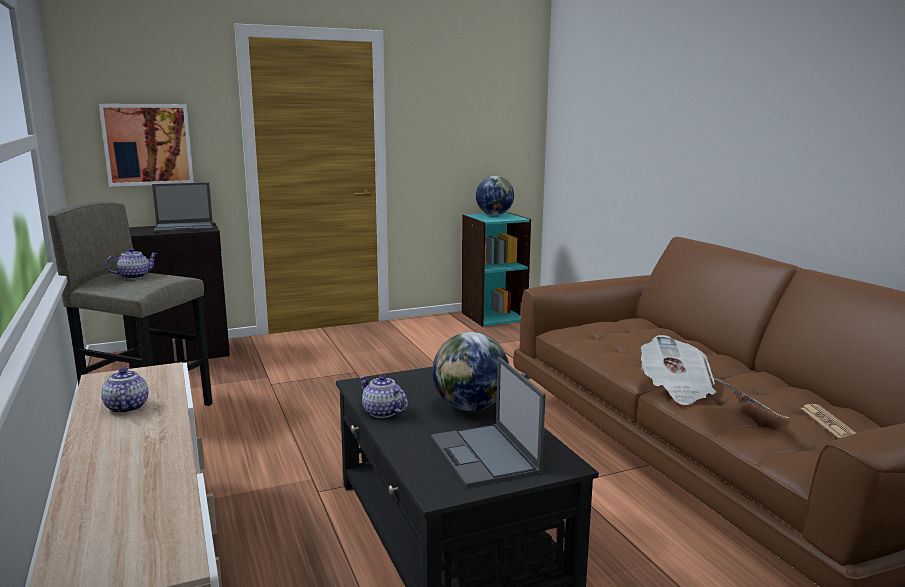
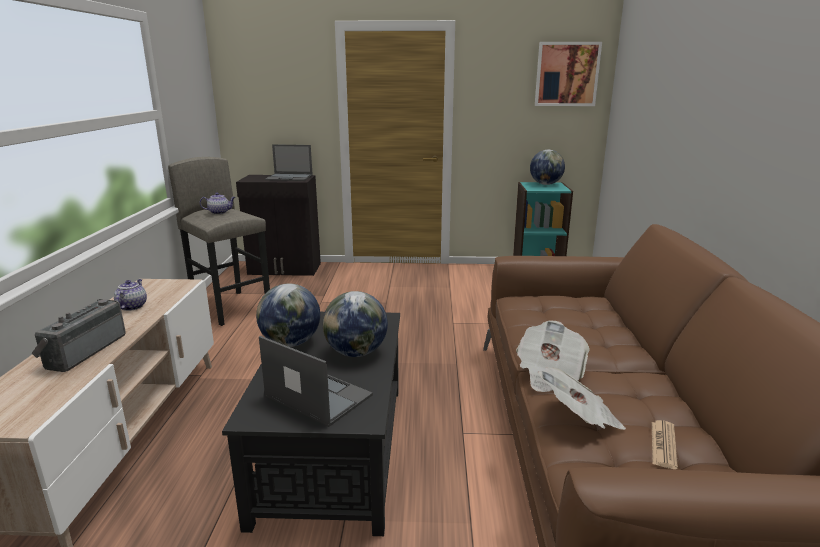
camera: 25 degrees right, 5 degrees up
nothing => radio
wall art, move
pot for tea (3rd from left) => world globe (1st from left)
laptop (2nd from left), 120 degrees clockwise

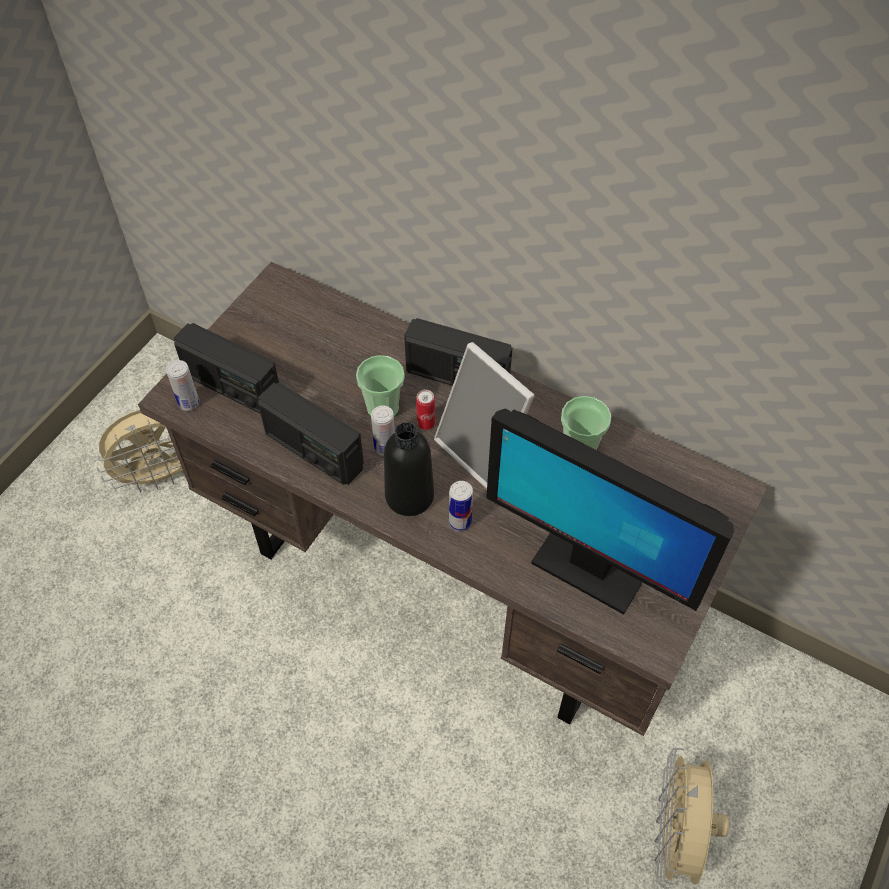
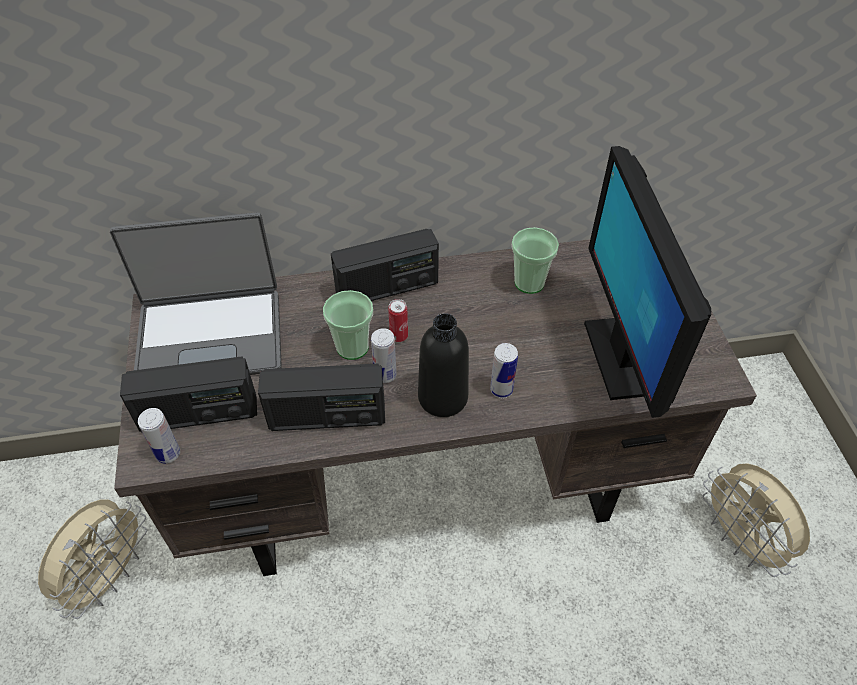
camera: 40 degrees left, 5 degrees down
photo frame => nothing
nothing => laptop
computer display, 90 degrees clockwise

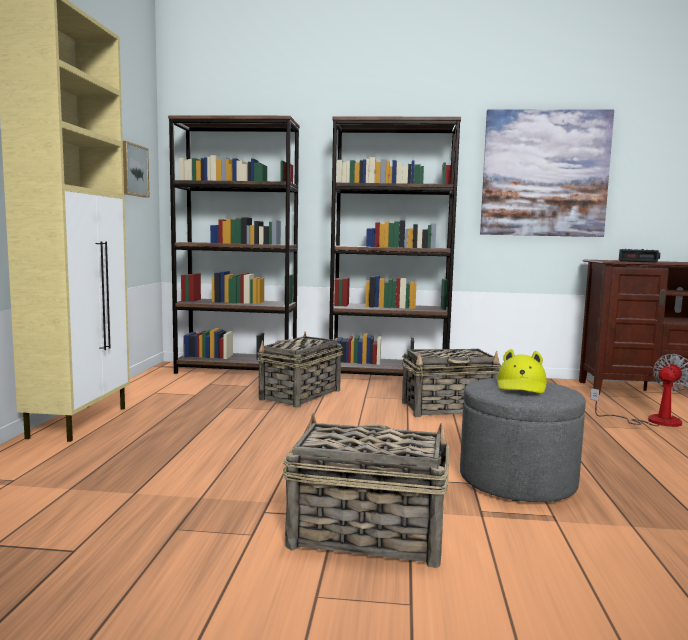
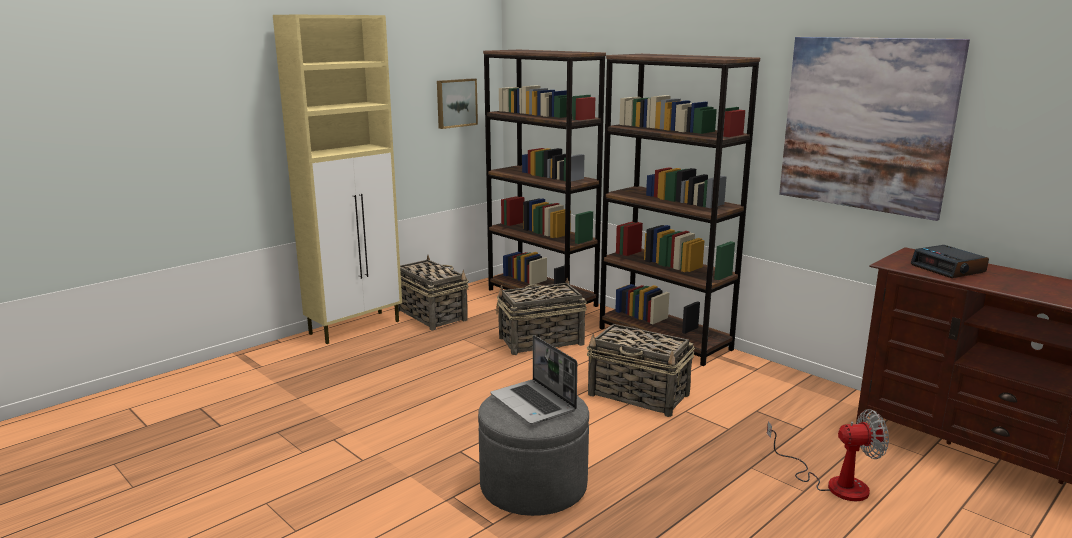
camera: 40 degrees right, 10 degrees up
storage basket (2nd from left in the first image) => storage basket (1st from left), move
clothing hat (yellow) => laptop

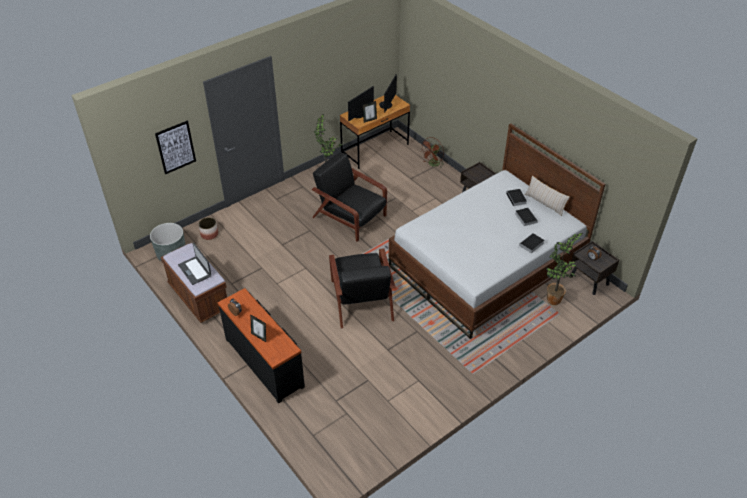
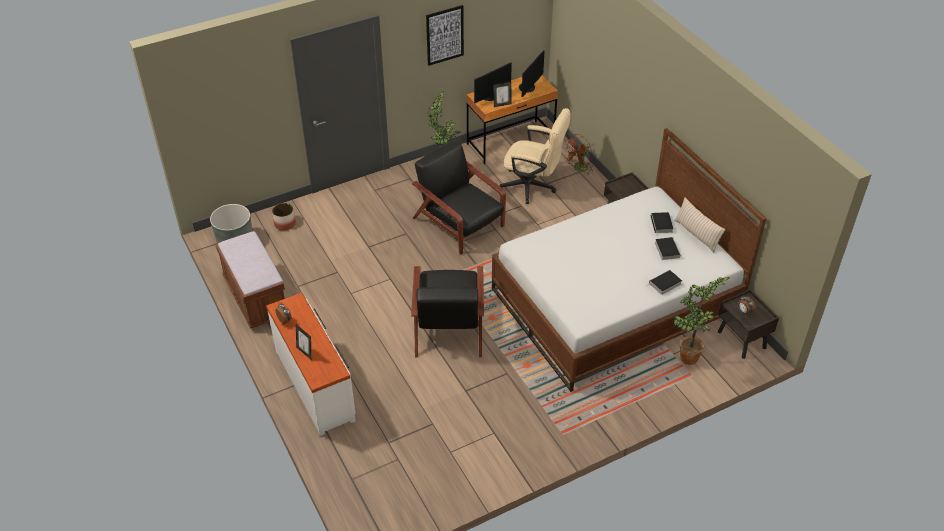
camera: 10 degrees right, 0 degrees up
laptop => nothing
nothing => desk chair (beige-coloured)
wall art, move
chest of drawers (blackish) => chest of drawers (white-coloured)

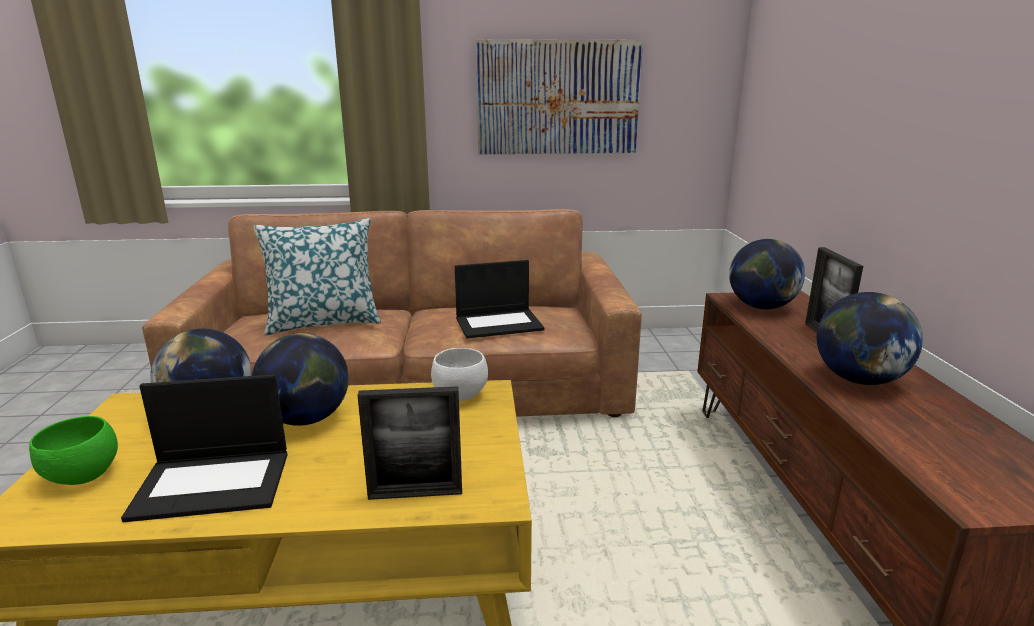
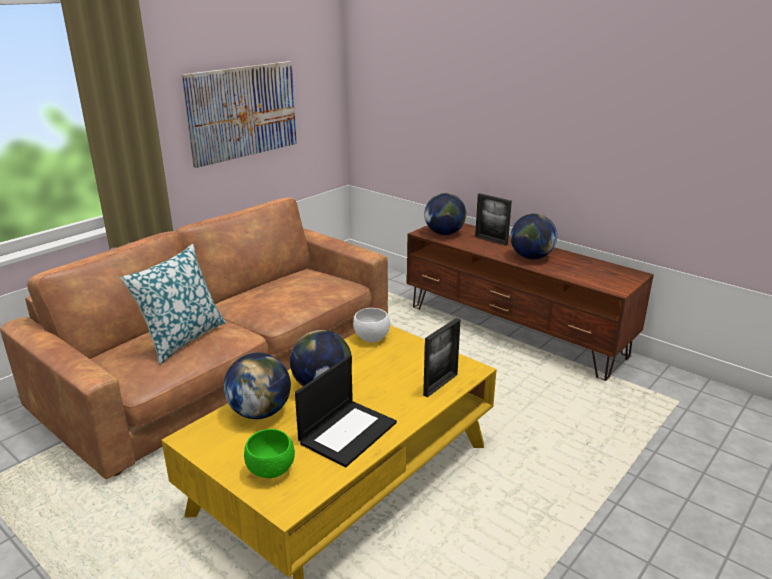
camera: 45 degrees left, 5 degrees up
laptop (2nd from left) => nothing

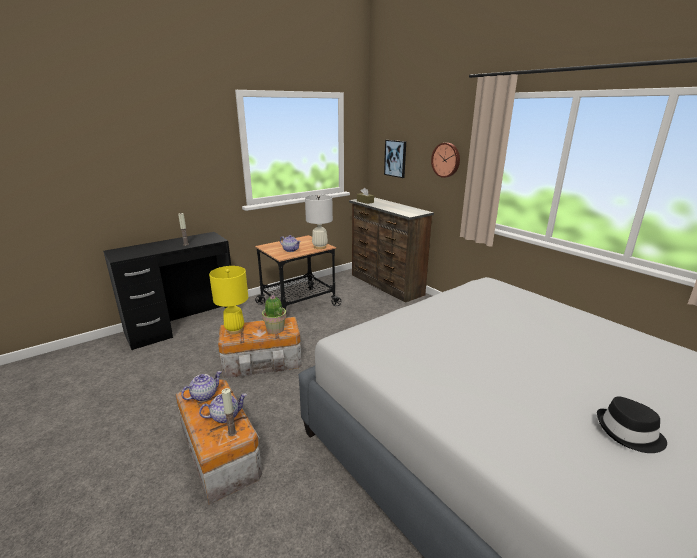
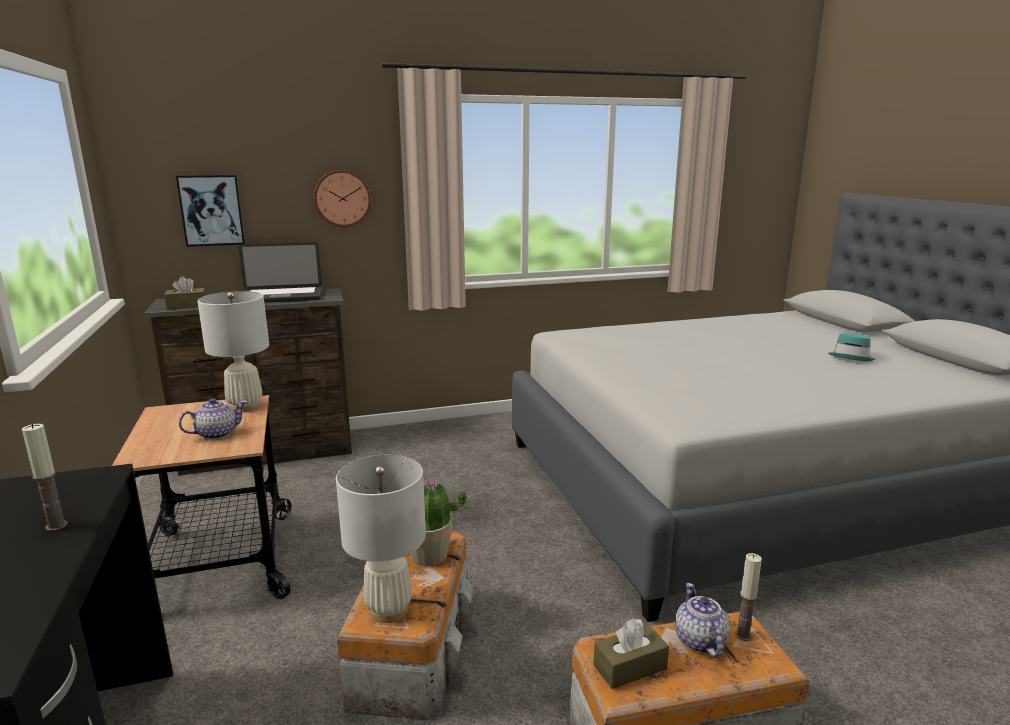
camera: 70 degrees left, 5 degrees down
nothing => laptop
pot for tea (1st from left) => box of tissues (brownish) (2nd from left)
table lamp (yellow) => table lamp (white-coloured) (2nd from left)
clothing hat (blackish) => clothing hat (turquoise)

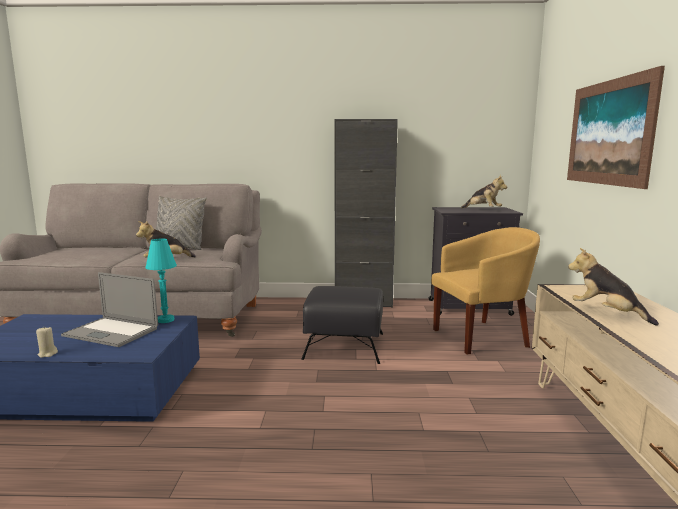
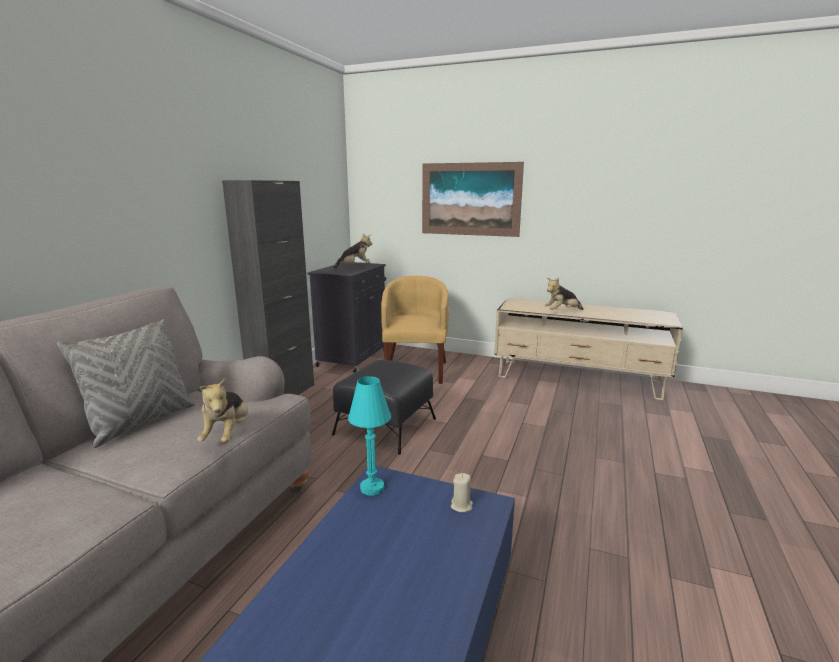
camera: 70 degrees left, 5 degrees up
laptop => nothing
candle (beige-coloured), move

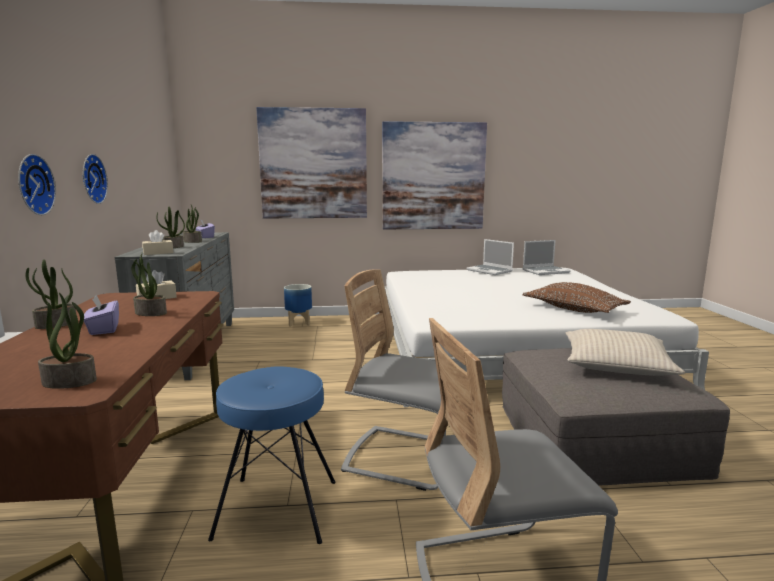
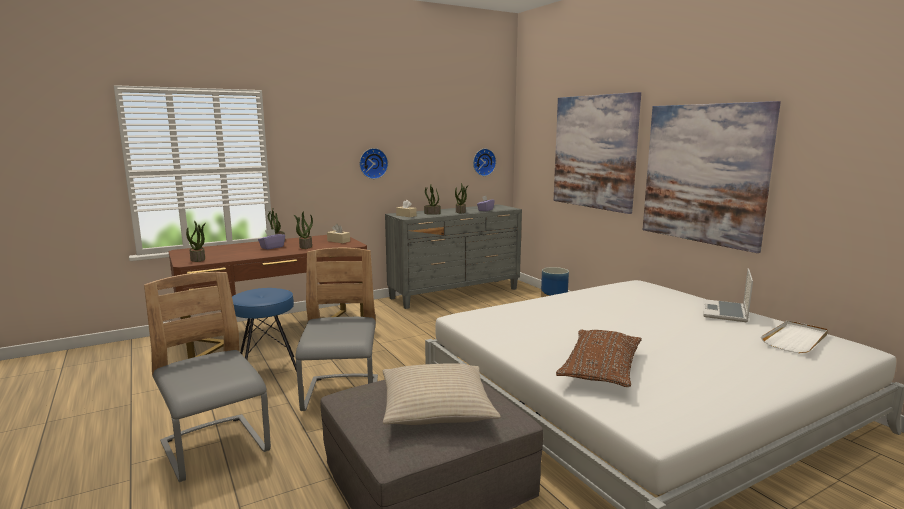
camera: 65 degrees right, 0 degrees up
clock on the wall (1st from left in the first image) => clock on the wall (2nd from left), move
laptop (2nd from left) => tray (white-coloured)

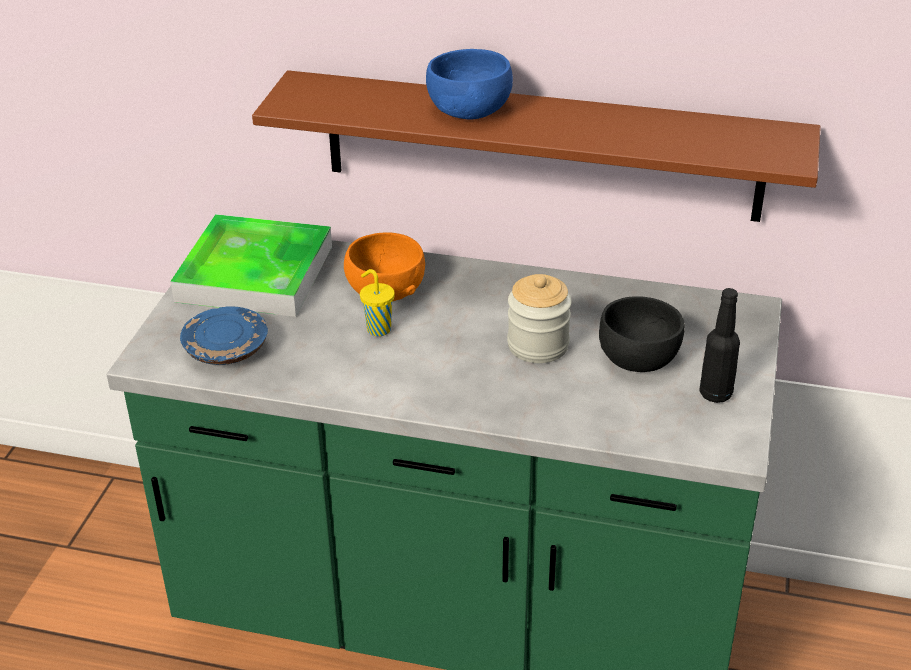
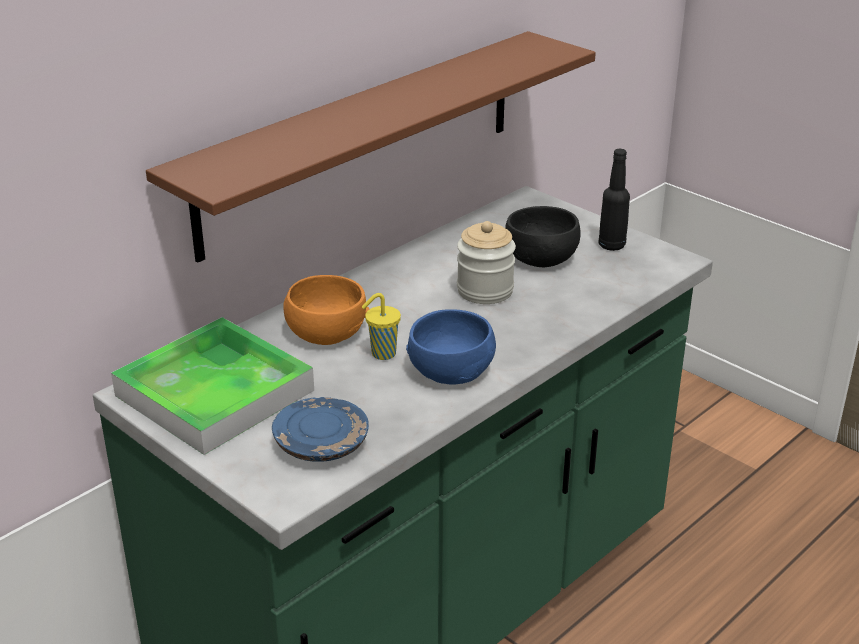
camera: 60 degrees left, 5 degrees down
deep dish (blue), move

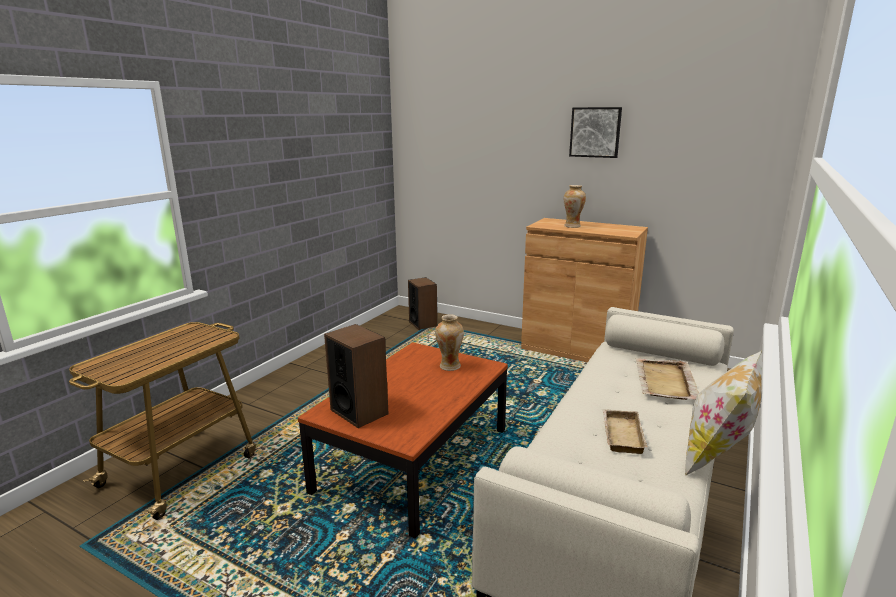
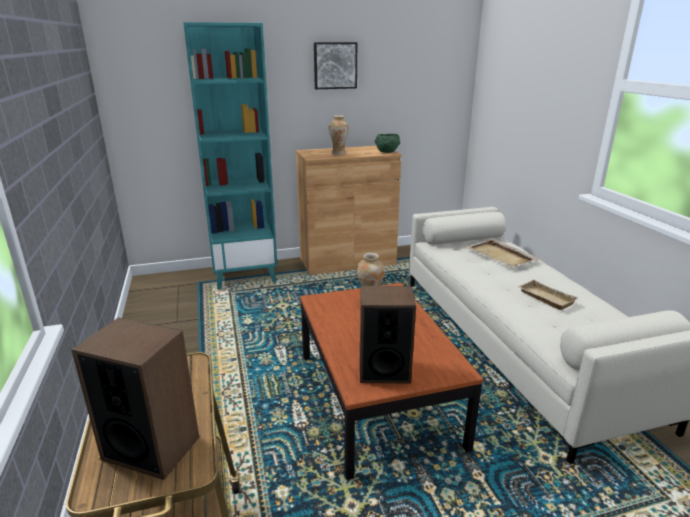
camera: 45 degrees left, 5 degrees up
pillow => nothing
nothing => bookcase (turquoise)
nothing => deep dish (green-coloured)
audio speaker (2nd from left in the first image) => audio speaker (1st from left), move

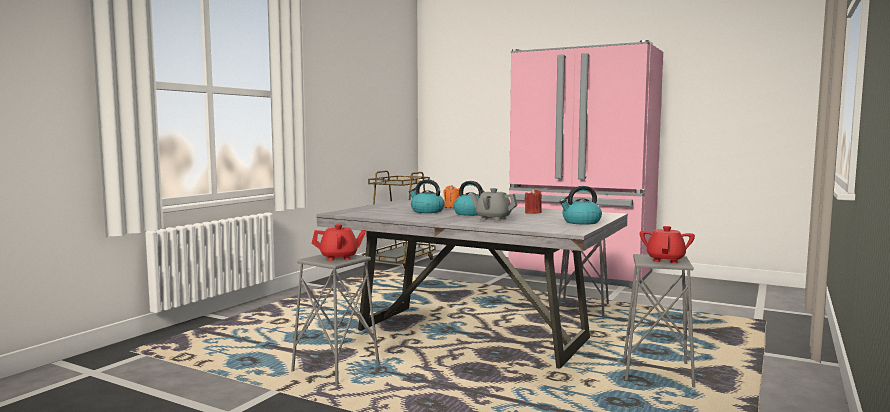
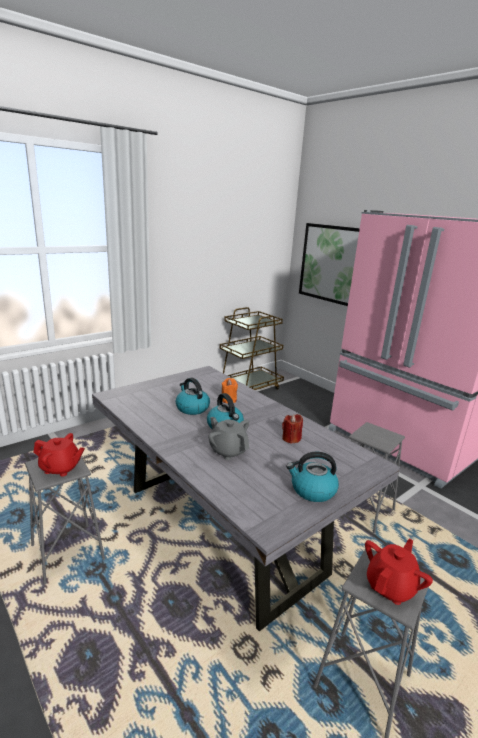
camera: 20 degrees right, 15 degrees up
nothing => wall art

